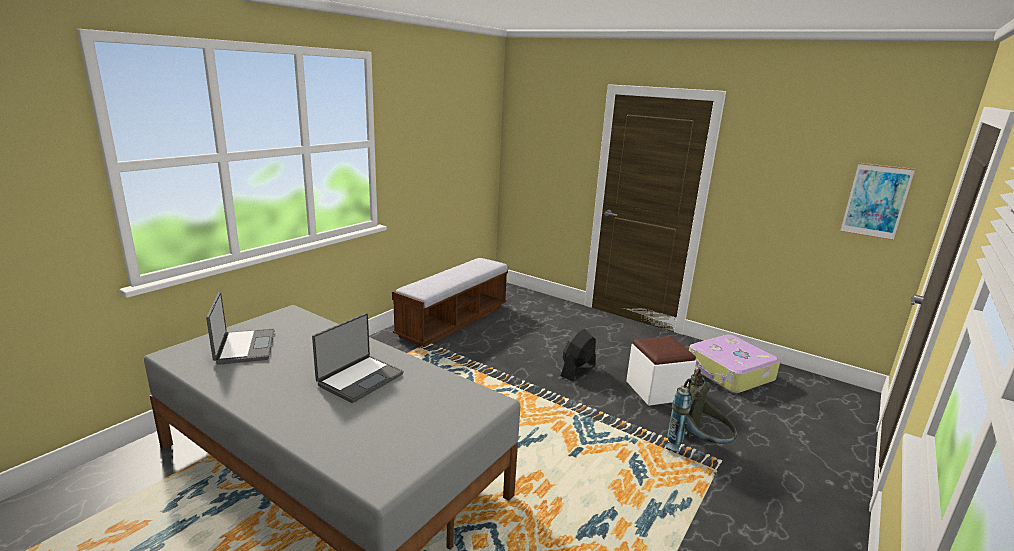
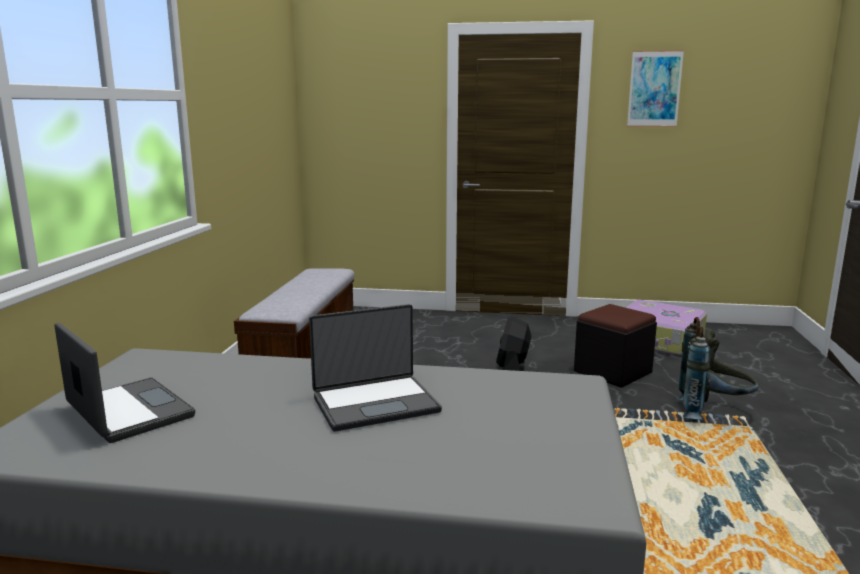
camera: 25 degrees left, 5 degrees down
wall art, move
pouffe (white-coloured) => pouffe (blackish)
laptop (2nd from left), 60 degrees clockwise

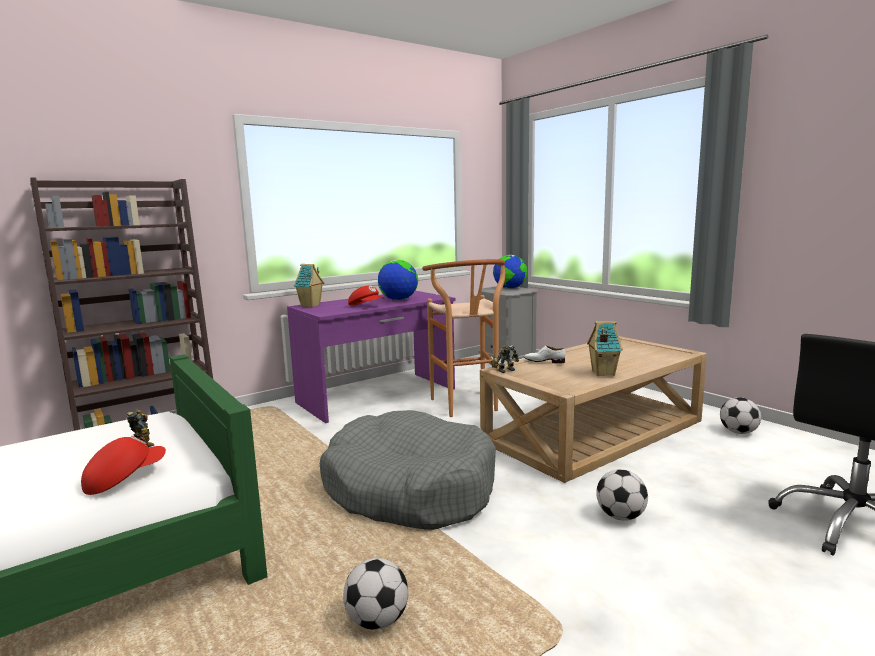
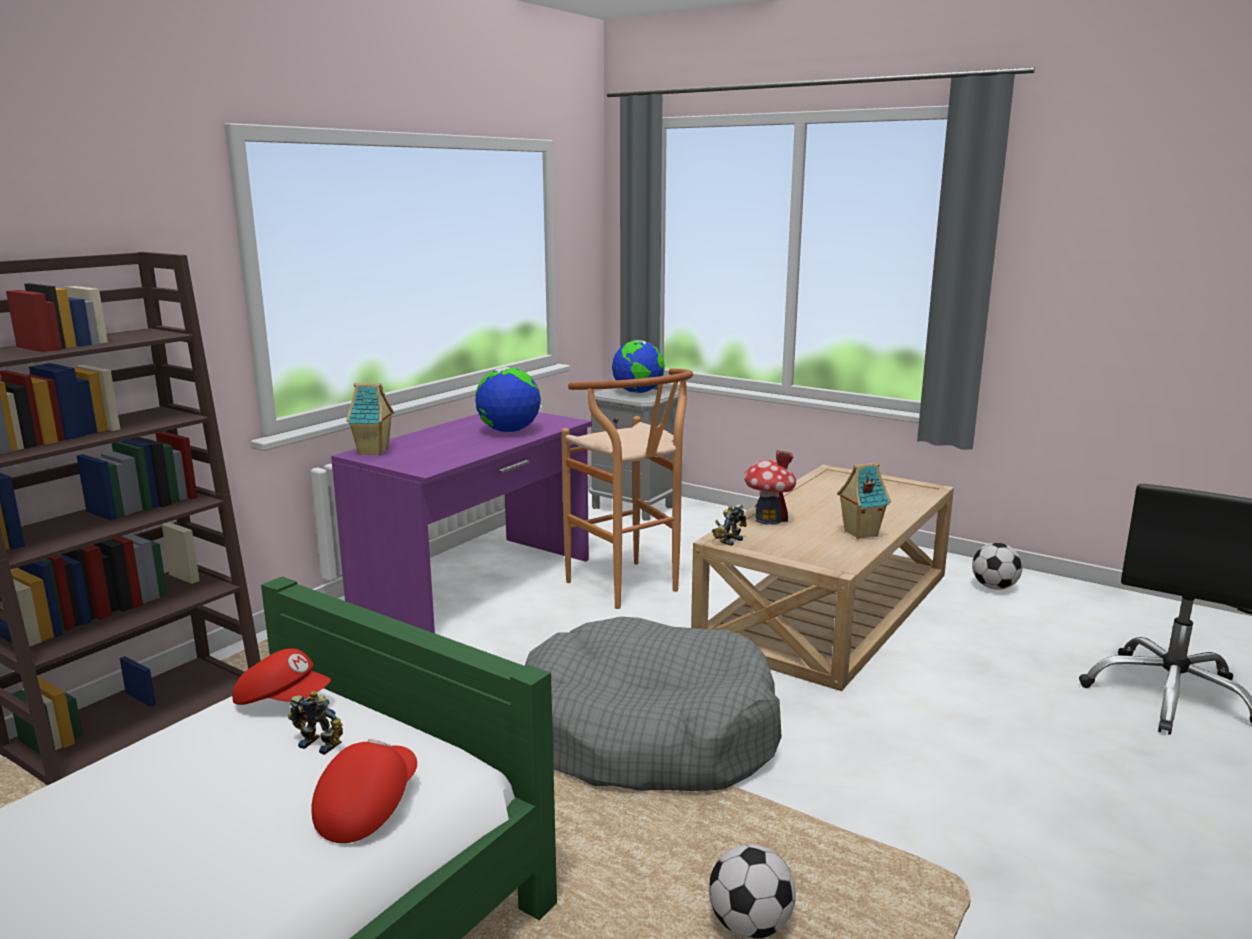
camera: 20 degrees left, 5 degrees up
ball for football (2nd from left) => nothing
baseball cap (red-coloured) (2nd from left in the first image) => baseball cap (red-coloured) (1st from left), move
low shoe (white-coloured) => toy house (2nd from left)

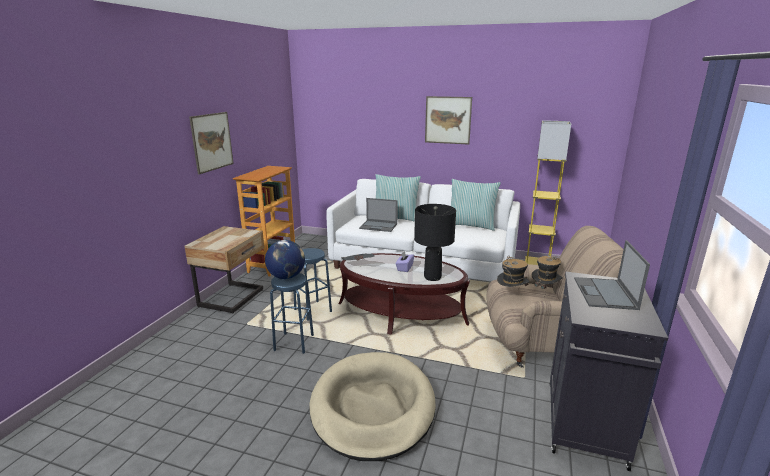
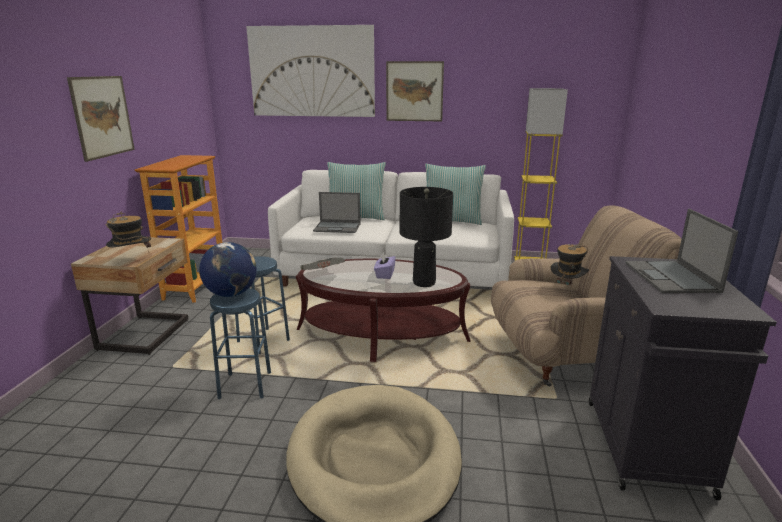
camera: 10 degrees left, 0 degrees up
nothing => wall art (2nd from left)
clothing hat (1st from left), move

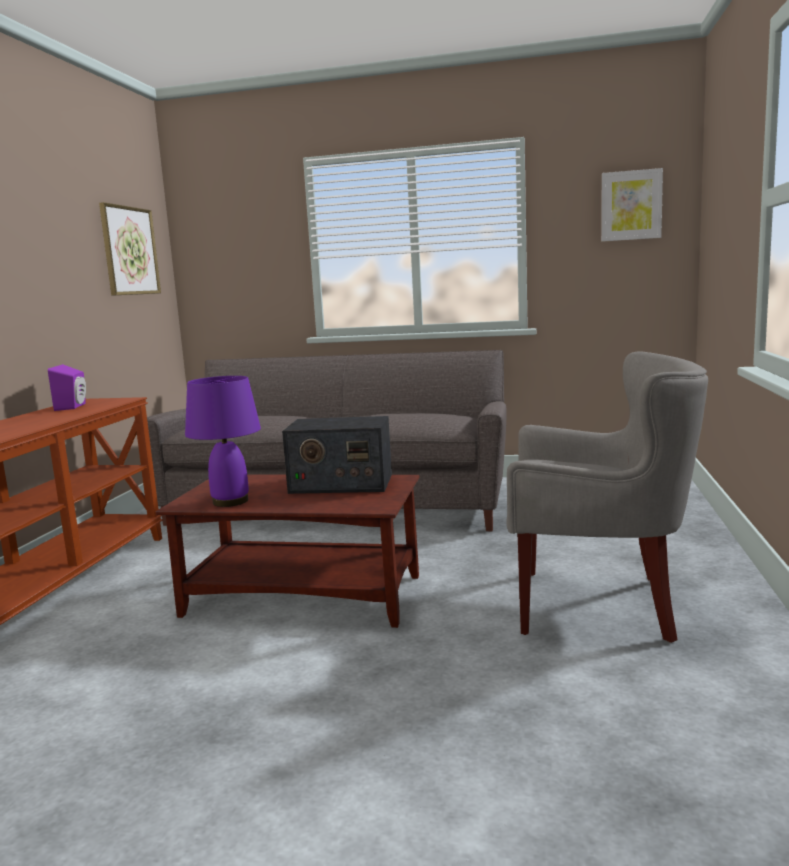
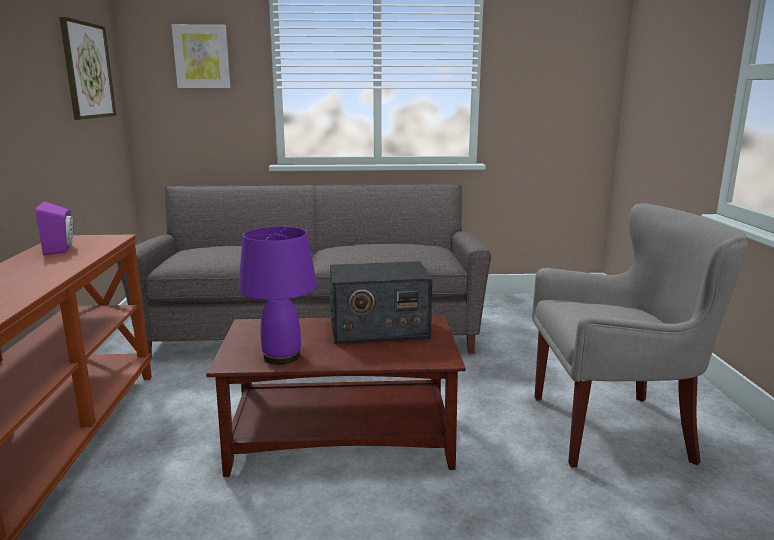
camera: 15 degrees left, 5 degrees up
wall art (2nd from left), move

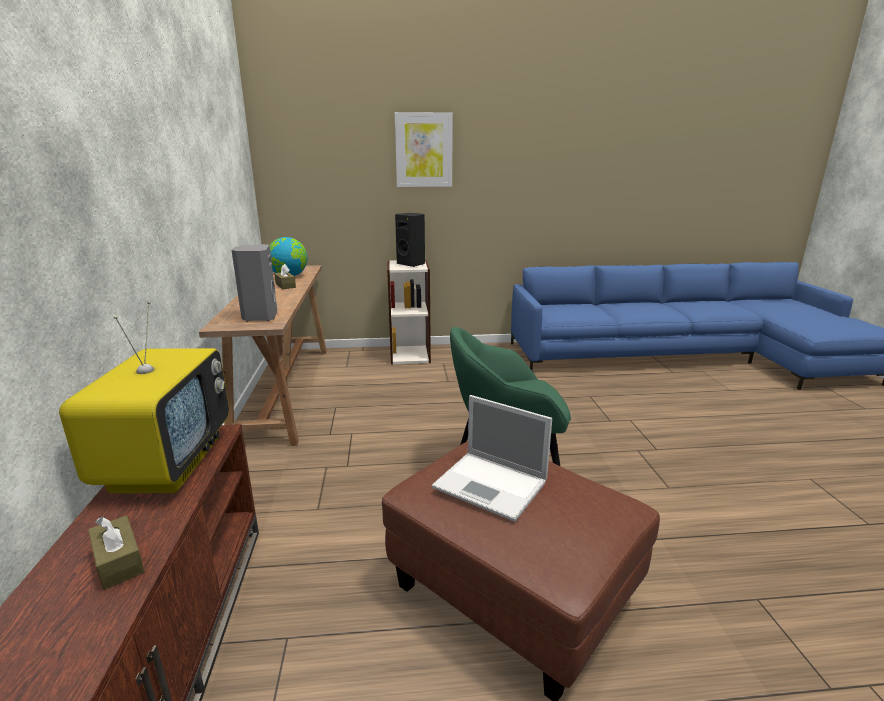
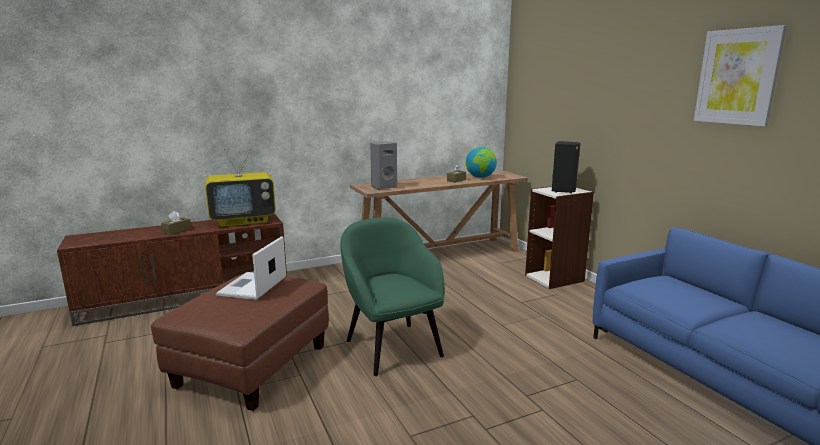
camera: 70 degrees right, 5 degrees down
wall art, move

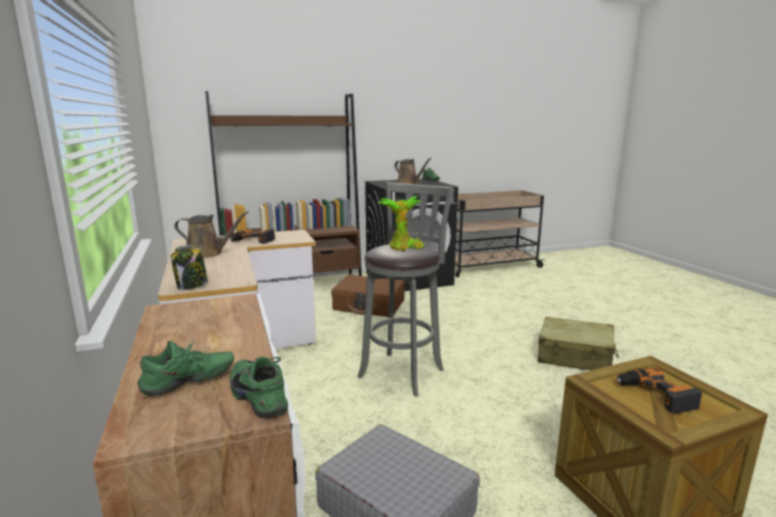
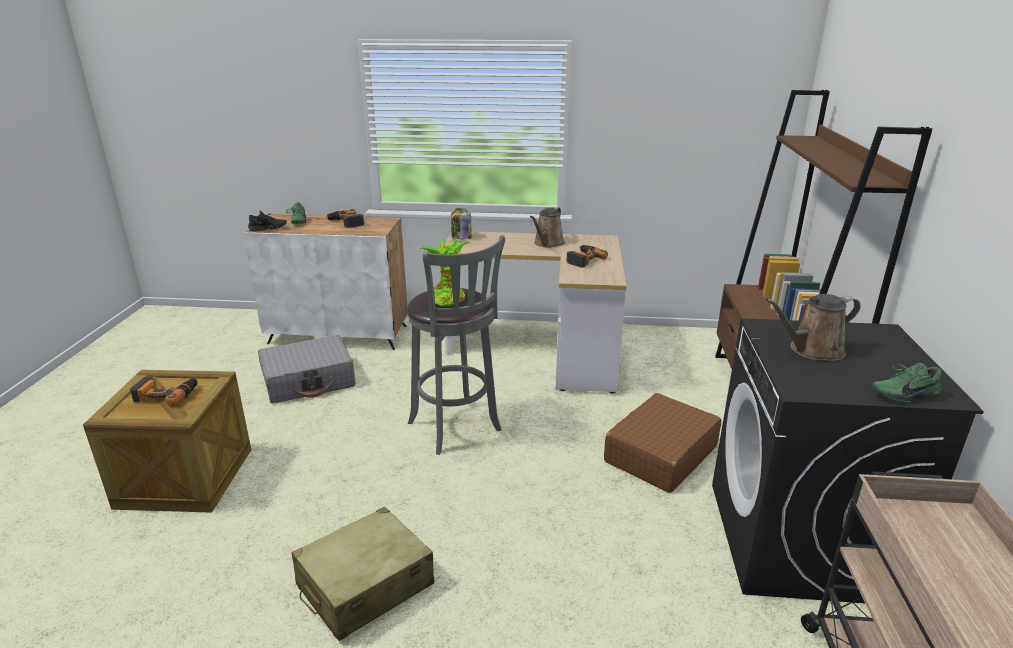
camera: 115 degrees right, 10 degrees up
nothing => electric drill (2nd from left)
low shoe (green-coloured) (2nd from left) => low shoe (blackish)

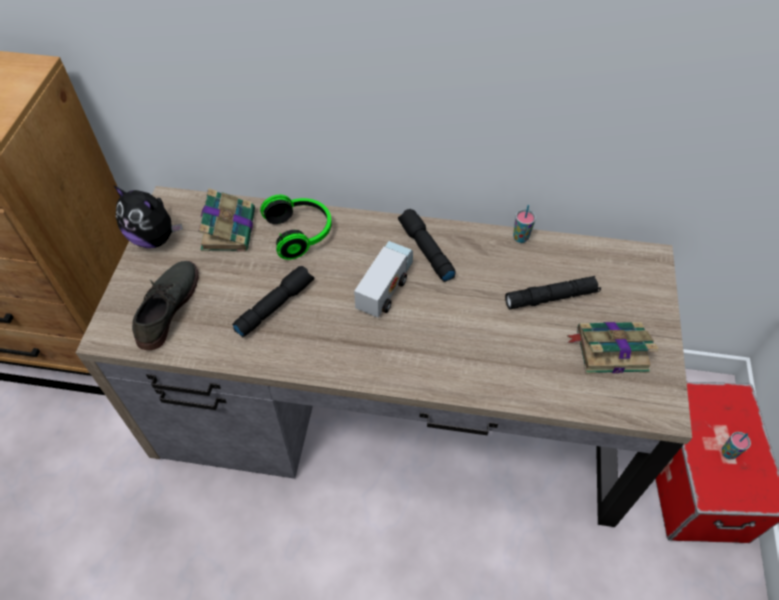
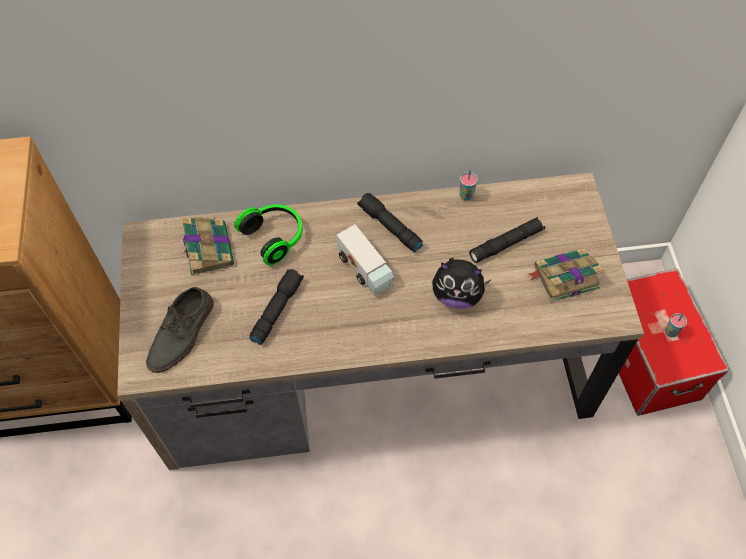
camera: 15 degrees left, 5 degrees up
cuddly toy, move
low shoe (grey), 150 degrees counterclockwise
toy lorry, 135 degrees clockwise

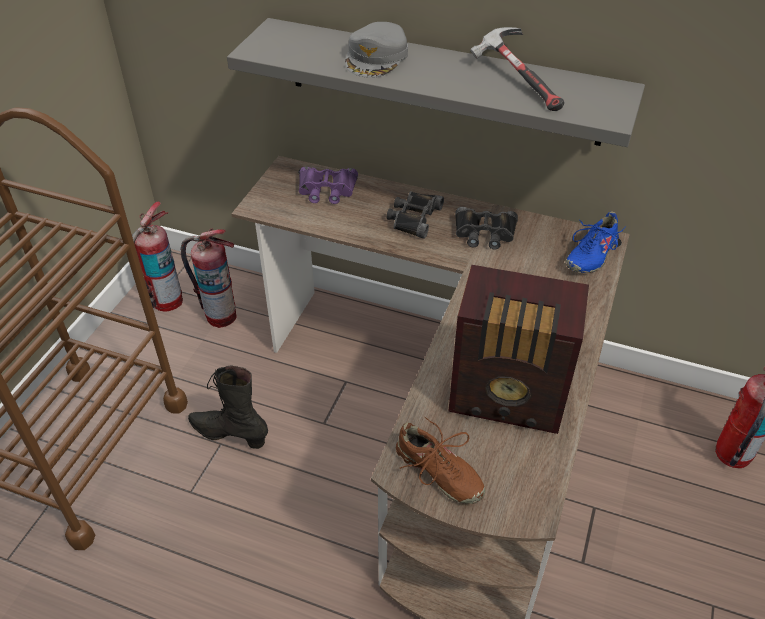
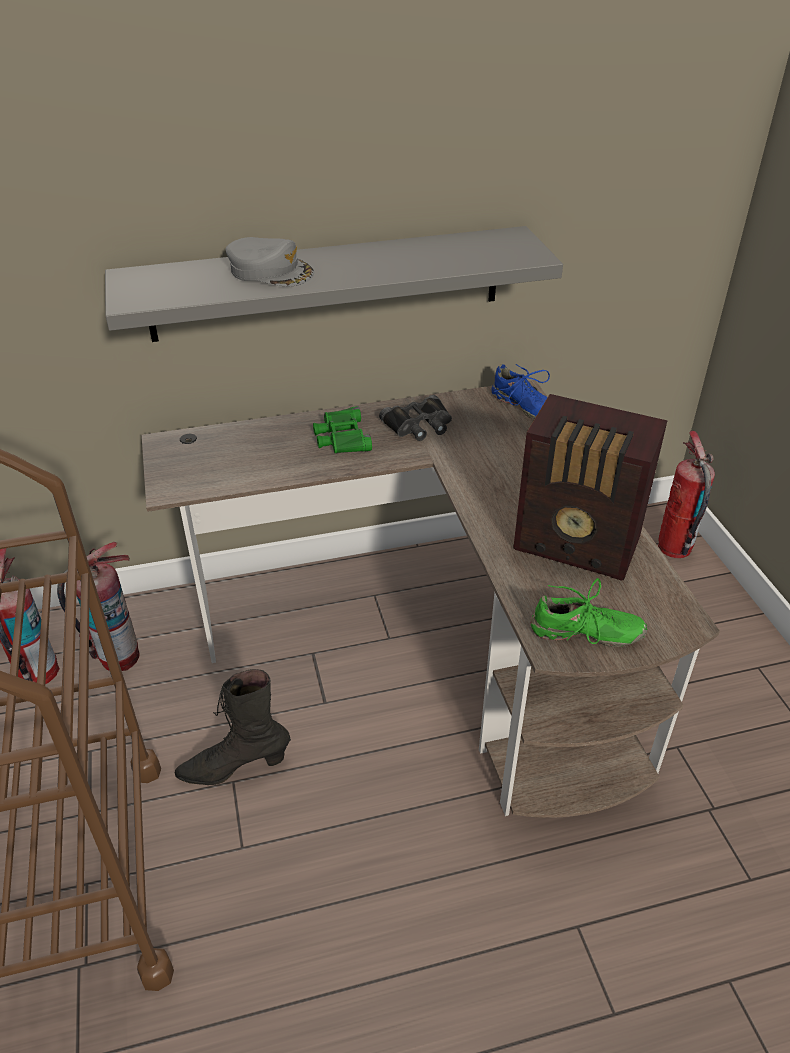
camera: 35 degrees left, 5 degrees down
binoculars (purplish) => nothing
hammer => nothing
binoculars (blackish) (1st from left) => binoculars (green-coloured)
low shoe (brownish) => low shoe (green-coloured)
baseball cap (grey), 45 degrees counterclockwise
radio, 45 degrees clockwise
low shoe (blue), 45 degrees counterclockwise

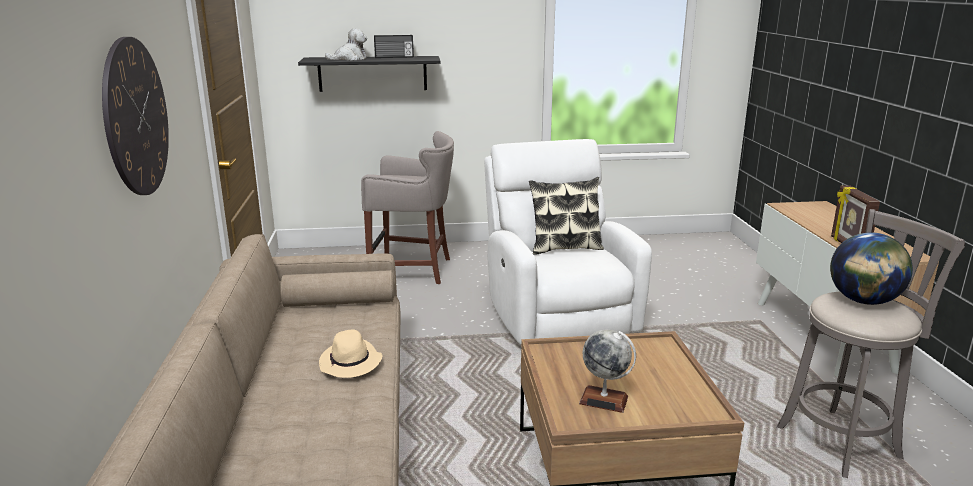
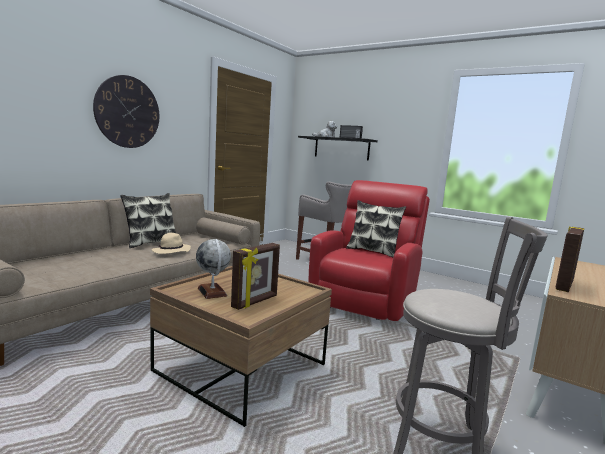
camera: 40 degrees right, 10 degrees down
world globe (2nd from left) => nothing
nothing => pillow (1st from left)
nothing => photo frame (1st from left)
lounge chair (white-coloured) => lounge chair (red-coloured)

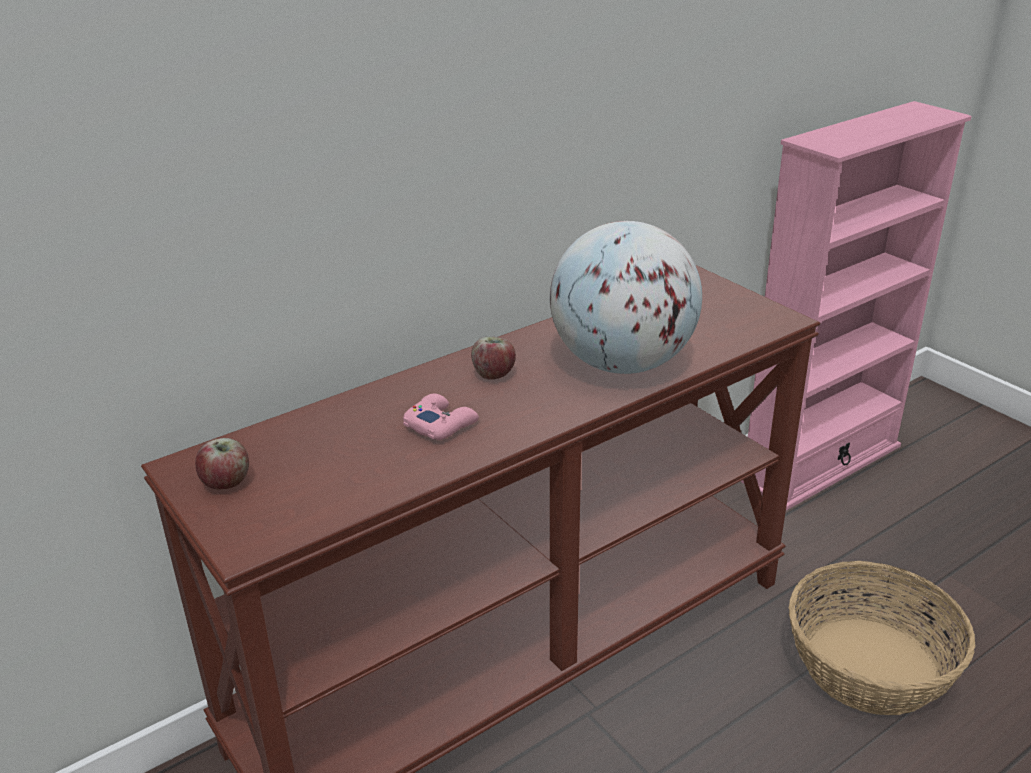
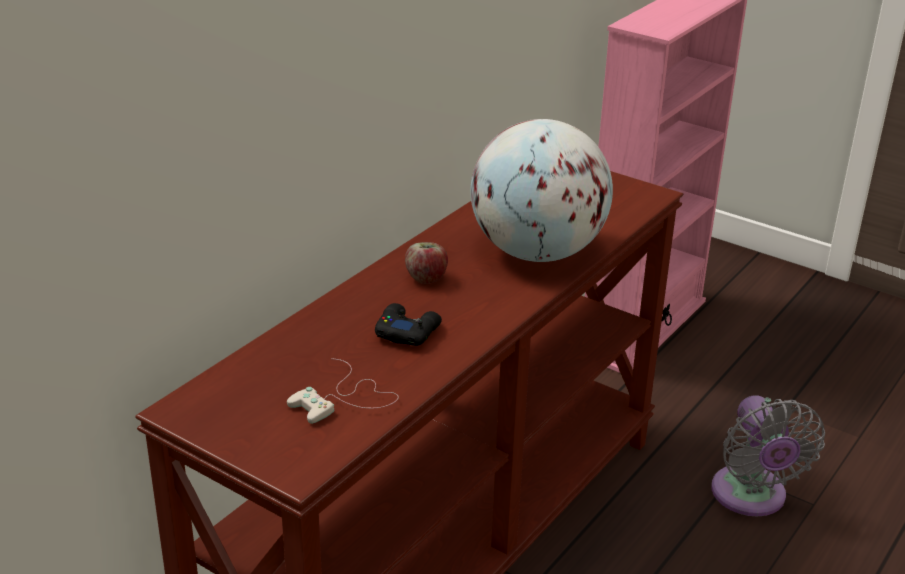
camera: 20 degrees left, 0 degrees up
apple fruit (1st from left) => nothing
nothing => gamepad (white-coloured)
storage basket => fan (grey)
gamepad (pink) => gamepad (blackish)

